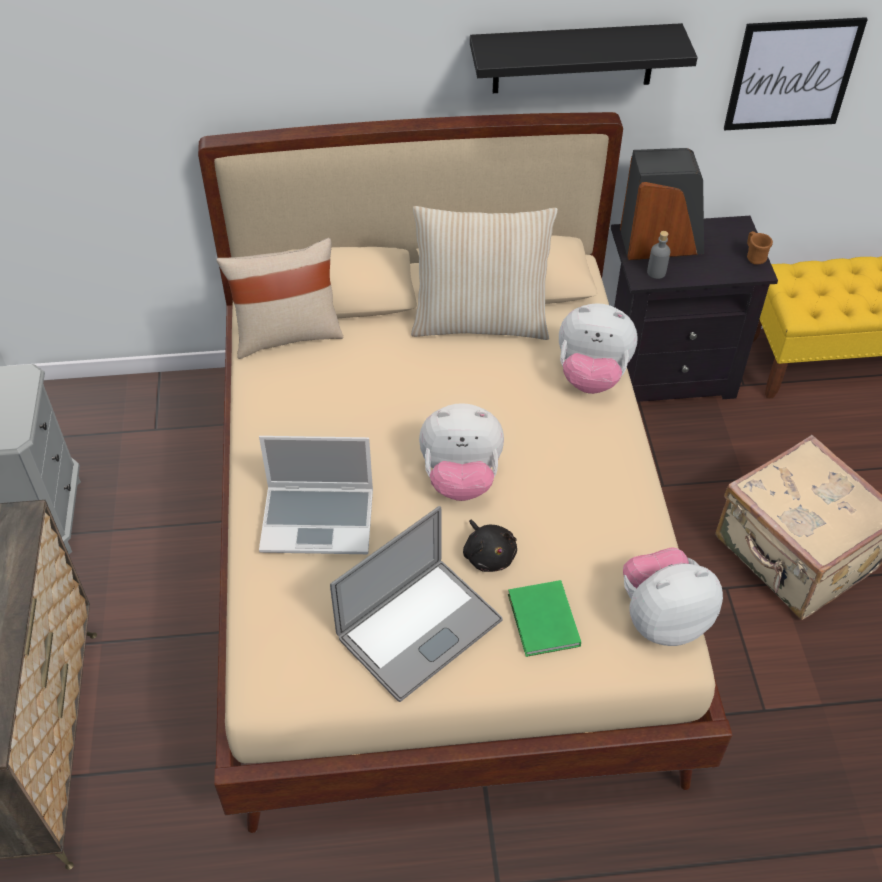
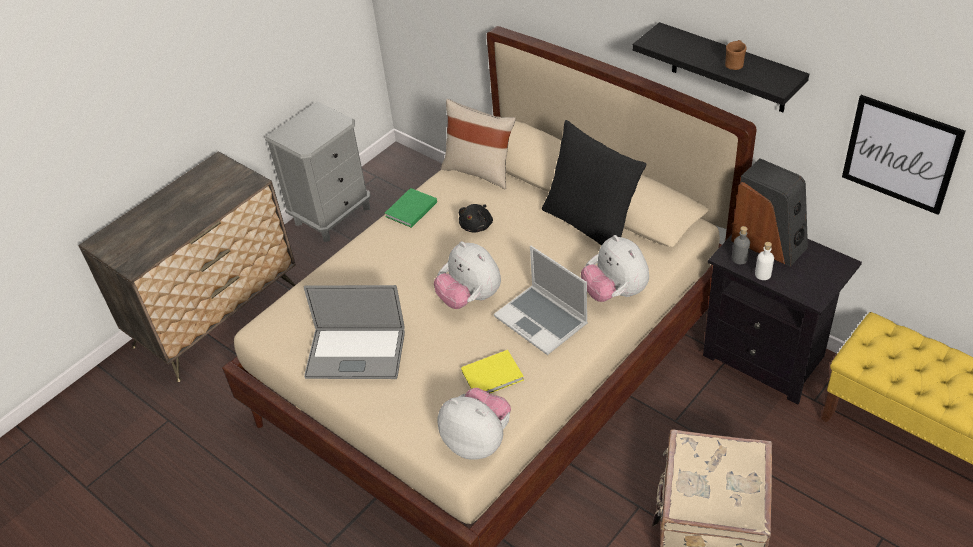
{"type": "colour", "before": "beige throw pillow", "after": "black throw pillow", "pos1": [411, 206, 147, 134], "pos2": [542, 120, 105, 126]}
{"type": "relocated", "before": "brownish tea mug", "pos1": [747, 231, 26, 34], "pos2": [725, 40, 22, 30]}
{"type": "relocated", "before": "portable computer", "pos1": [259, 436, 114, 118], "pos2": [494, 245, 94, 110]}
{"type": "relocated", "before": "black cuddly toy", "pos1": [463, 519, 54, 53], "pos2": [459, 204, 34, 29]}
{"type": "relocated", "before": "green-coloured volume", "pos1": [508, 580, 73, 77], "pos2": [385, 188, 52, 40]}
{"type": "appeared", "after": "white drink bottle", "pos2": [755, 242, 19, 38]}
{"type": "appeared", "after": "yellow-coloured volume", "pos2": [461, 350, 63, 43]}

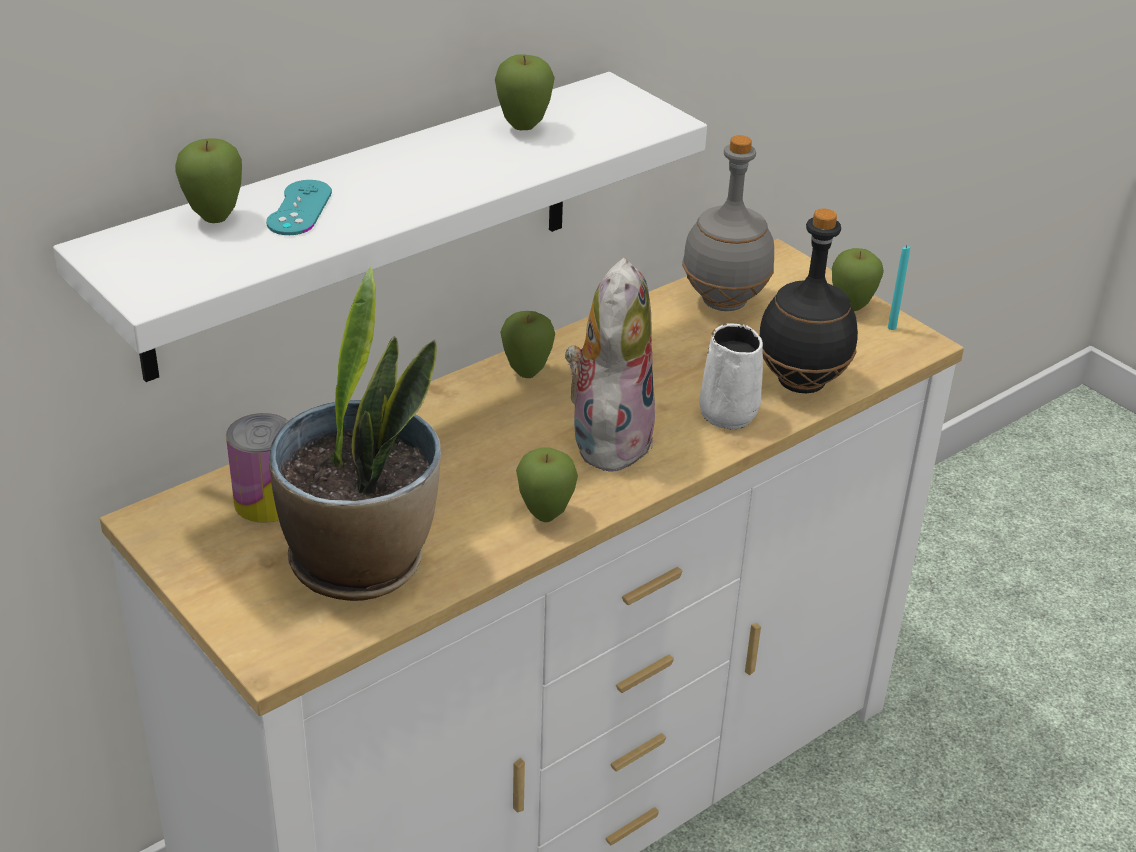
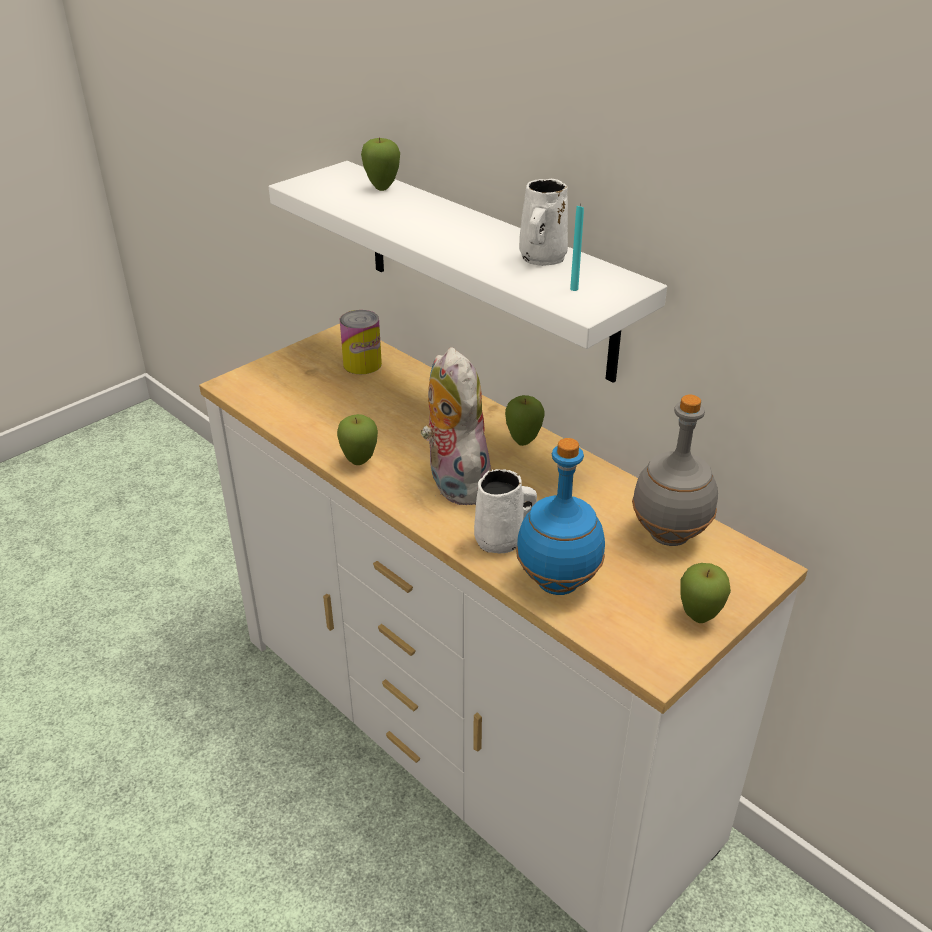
{"type": "exchanged", "before": "apple", "after": "white tea mug", "pos1": [495, 54, 60, 76], "pos2": [519, 179, 49, 87]}
{"type": "missing", "before": "turquoise game controller", "pos1": [266, 180, 66, 55]}
{"type": "colour", "before": "black drink bottle", "after": "blue drink bottle", "pos1": [759, 209, 99, 184], "pos2": [516, 438, 89, 157]}
{"type": "relocated", "before": "turquoise candle", "pos1": [888, 245, 22, 85], "pos2": [570, 204, 14, 87]}
{"type": "spun", "before": "cuddly toy", "pos1": [565, 258, 90, 217], "pos2": [421, 347, 70, 158], "turn": -120}
{"type": "missing", "before": "houseplant", "pos1": [269, 267, 172, 334]}

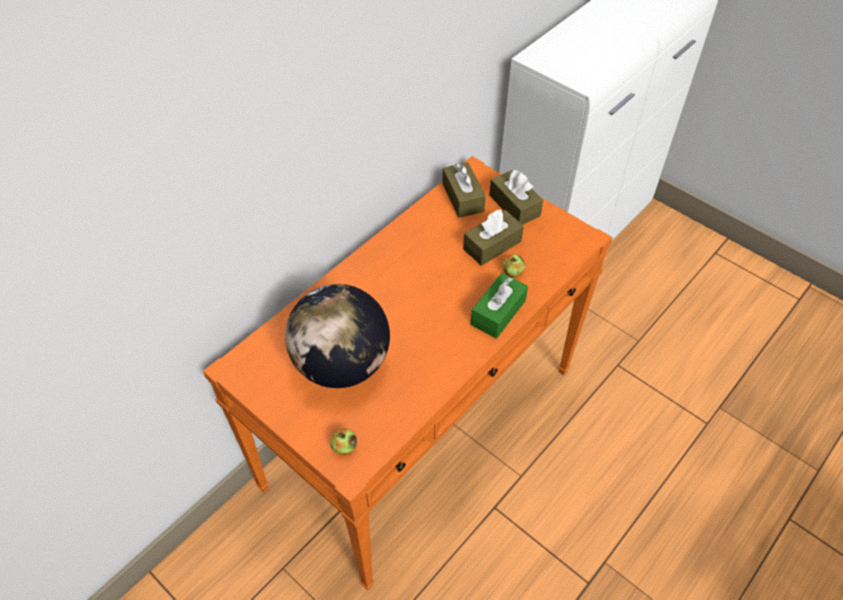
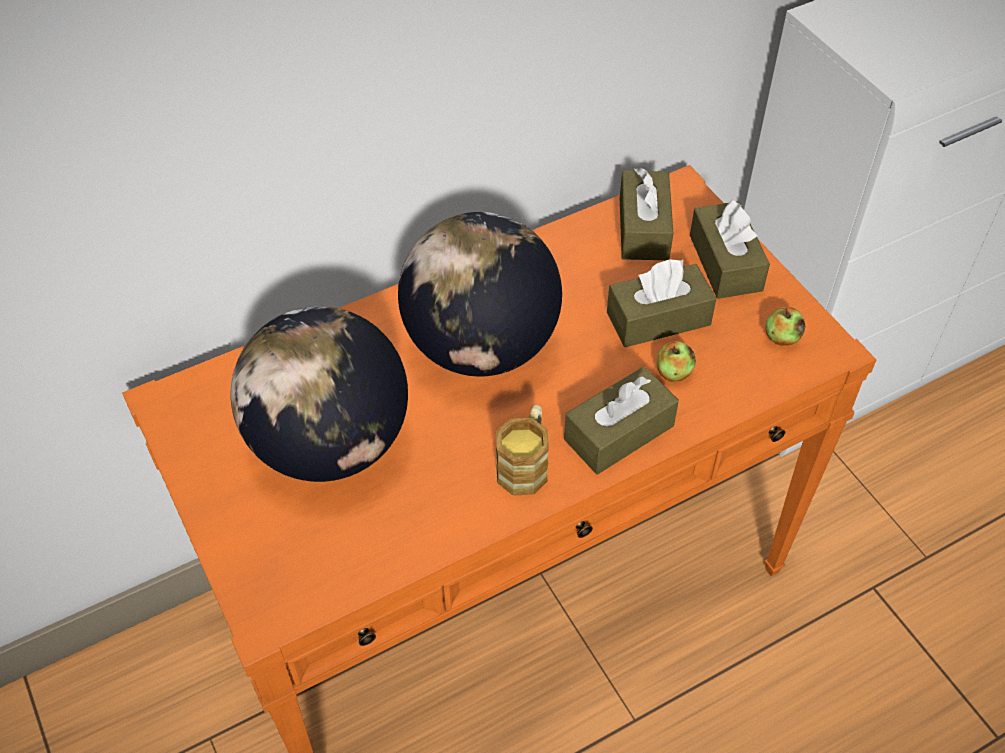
{"type": "colour", "before": "green-coloured box of tissues", "after": "brownish box of tissues", "pos1": [471, 273, 57, 65], "pos2": [564, 367, 115, 108]}
{"type": "relocated", "before": "apple", "pos1": [330, 428, 27, 27], "pos2": [765, 307, 40, 39]}
{"type": "appeared", "after": "globe", "pos2": [398, 212, 164, 164]}
{"type": "appeared", "after": "tea mug", "pos2": [496, 405, 53, 91]}

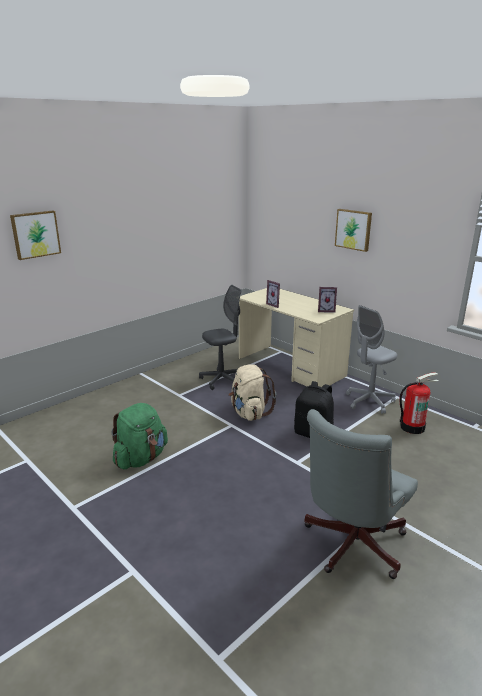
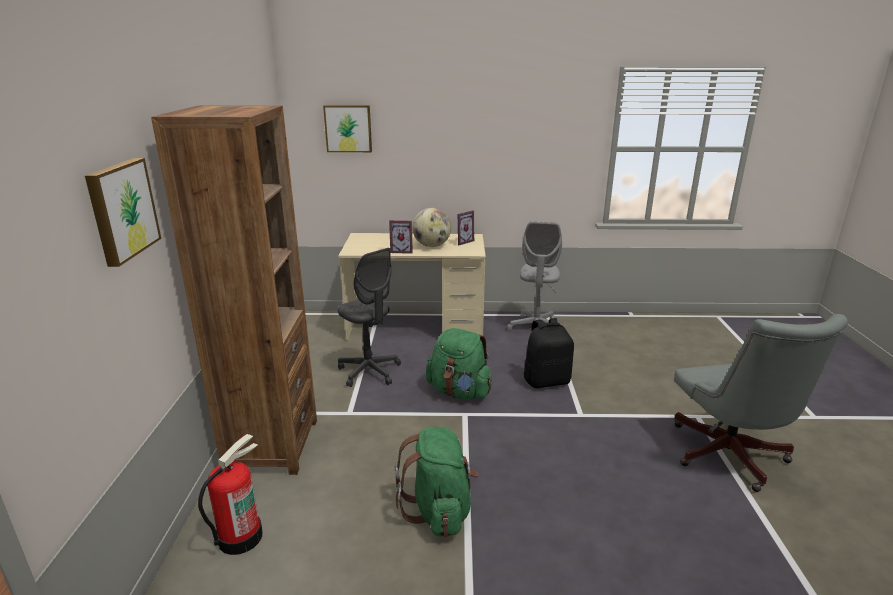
{"type": "relocated", "before": "picture", "pos1": [335, 209, 37, 43], "pos2": [323, 105, 49, 47]}
{"type": "spun", "before": "grey desk chair", "pos1": [199, 285, 42, 105], "pos2": [338, 248, 63, 139], "turn": 120}
{"type": "colour", "before": "beige rucksack", "after": "green-coloured rucksack", "pos1": [228, 364, 48, 57], "pos2": [426, 328, 66, 72]}
{"type": "relocated", "before": "fire extinguisher", "pos1": [400, 372, 38, 62], "pos2": [198, 434, 65, 121]}
{"type": "appeared", "after": "brownish bookcase", "pos2": [151, 105, 166, 370]}
{"type": "appeared", "after": "globe", "pos2": [412, 208, 39, 39]}

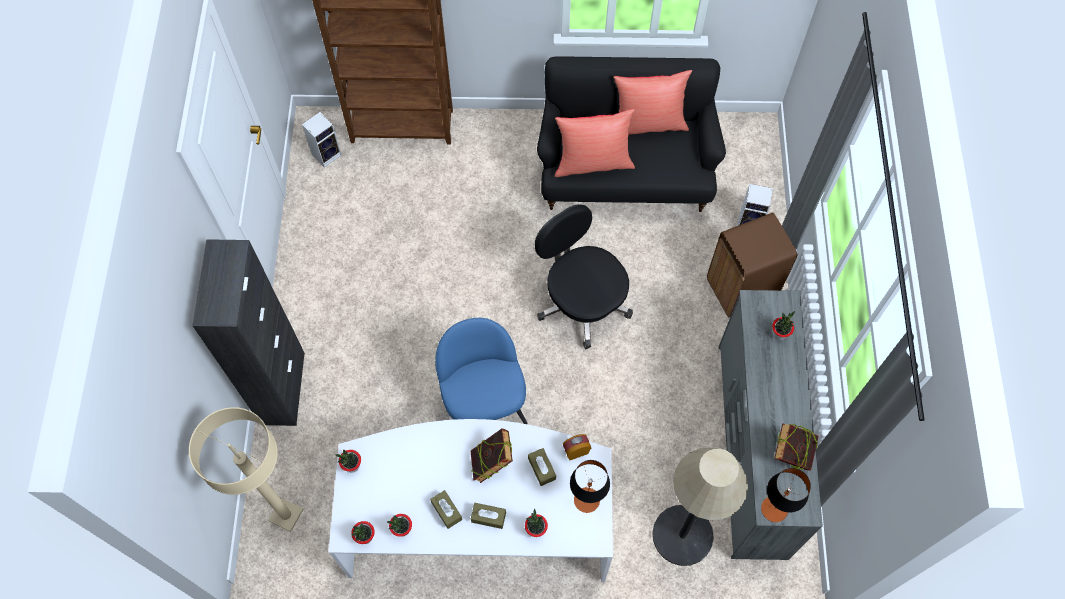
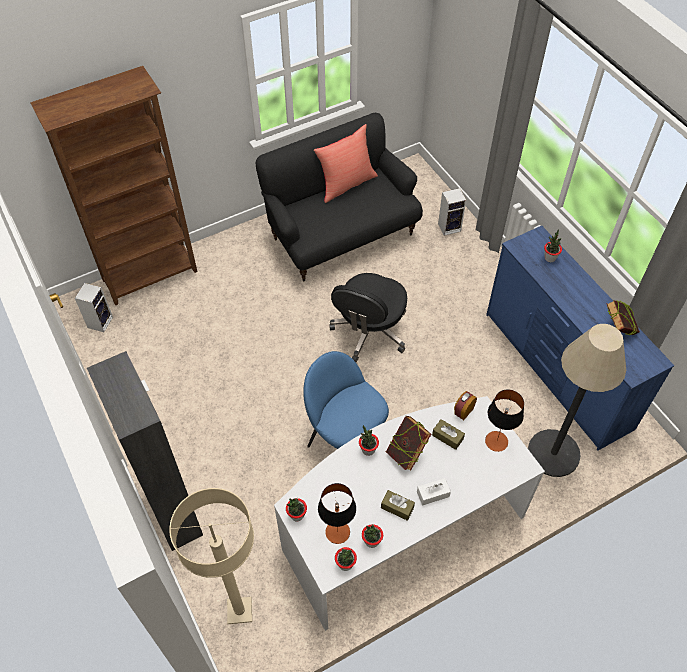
{"type": "missing", "before": "reddish throw pillow", "pos1": [555, 109, 80, 68]}
{"type": "spun", "before": "black desk chair", "pos1": [535, 204, 98, 145], "pos2": [329, 273, 78, 89], "turn": -90}
{"type": "missing", "before": "brownish rubbish bin", "pos1": [707, 213, 90, 104]}
{"type": "colour", "before": "grey chest of drawers", "after": "blue chest of drawers", "pos1": [718, 290, 105, 270], "pos2": [486, 226, 188, 225]}
{"type": "relocated", "before": "lamp for a table", "pos1": [761, 468, 50, 54], "pos2": [318, 483, 38, 61]}
{"type": "colour", "before": "brownish box of tissues", "after": "white box of tissues", "pos1": [471, 503, 35, 26], "pos2": [417, 478, 34, 27]}
{"type": "relocated", "before": "houseplant", "pos1": [525, 509, 23, 28], "pos2": [359, 425, 20, 31]}

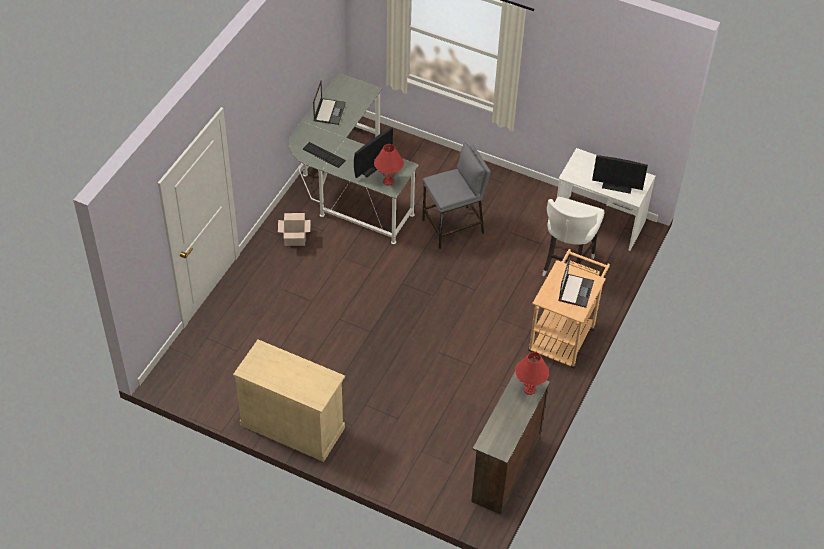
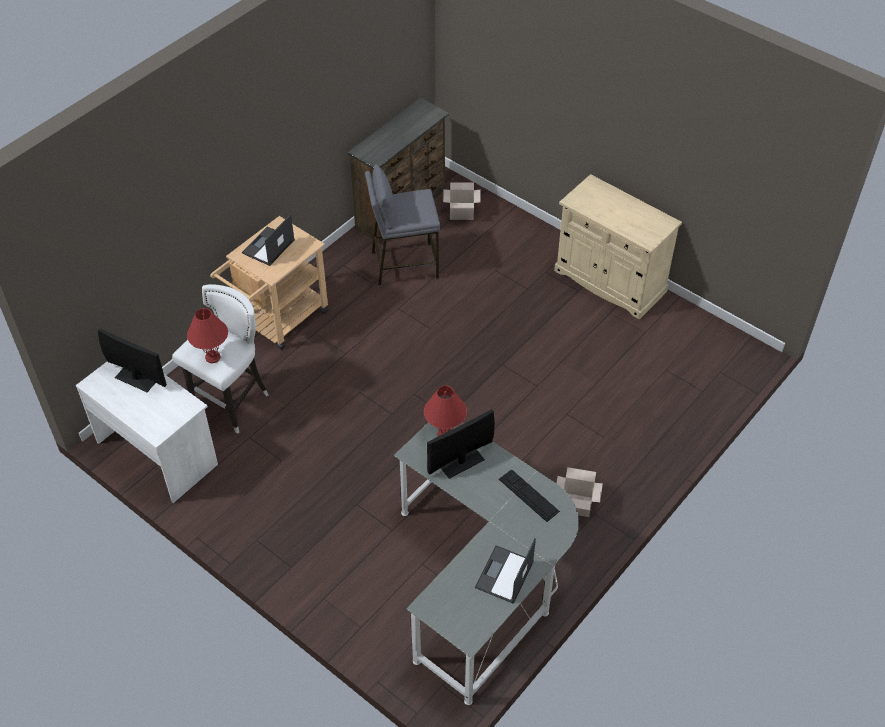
{"type": "relocated", "before": "grey stool seat", "pos1": [422, 142, 69, 107], "pos2": [365, 164, 75, 121]}
{"type": "relocated", "before": "reddish lamp for a table", "pos1": [515, 352, 34, 43], "pos2": [187, 308, 41, 55]}
{"type": "appeared", "after": "cardboard box", "pos2": [443, 182, 38, 38]}

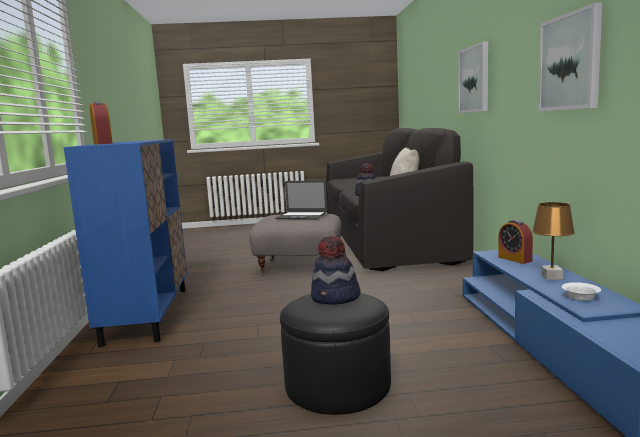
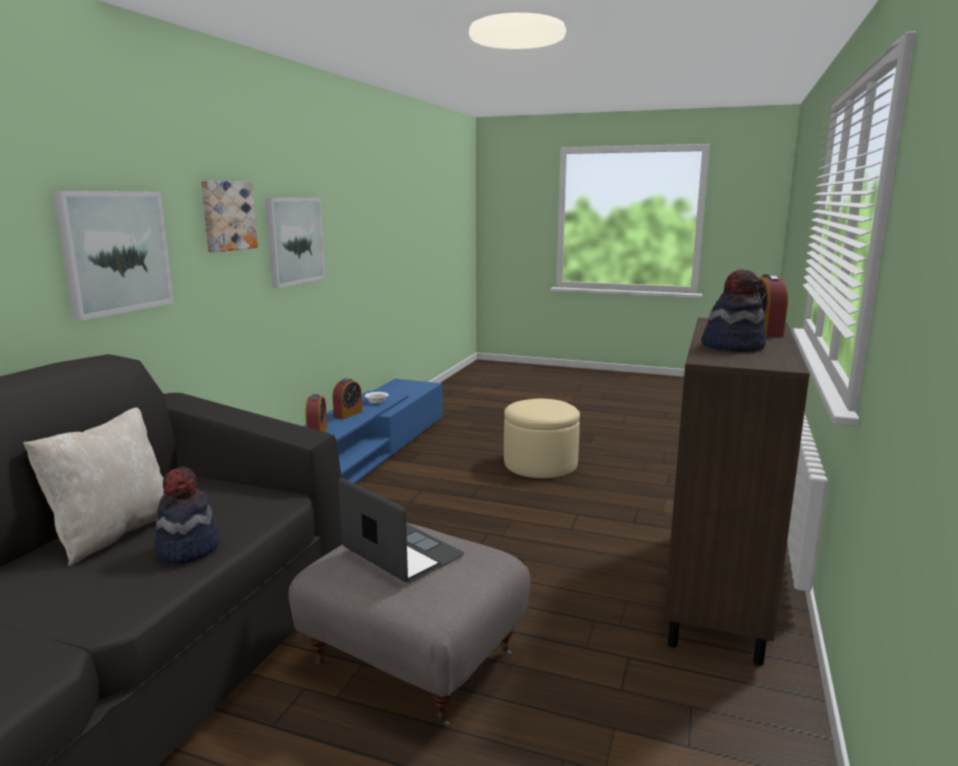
{"type": "colour", "before": "blue cupboard", "after": "brownish cupboard", "pos1": [64, 139, 123, 208], "pos2": [664, 317, 146, 349]}
{"type": "exchanged", "before": "brownish lamp for a table", "after": "table clock", "pos1": [532, 202, 43, 78], "pos2": [333, 378, 29, 41]}
{"type": "relocated", "before": "hat", "pos1": [311, 236, 50, 69], "pos2": [701, 269, 65, 83]}
{"type": "colour", "before": "black footrest", "after": "beige footrest", "pos1": [280, 293, 111, 122], "pos2": [504, 399, 76, 79]}
{"type": "appeared", "after": "picture", "pos2": [201, 181, 57, 71]}

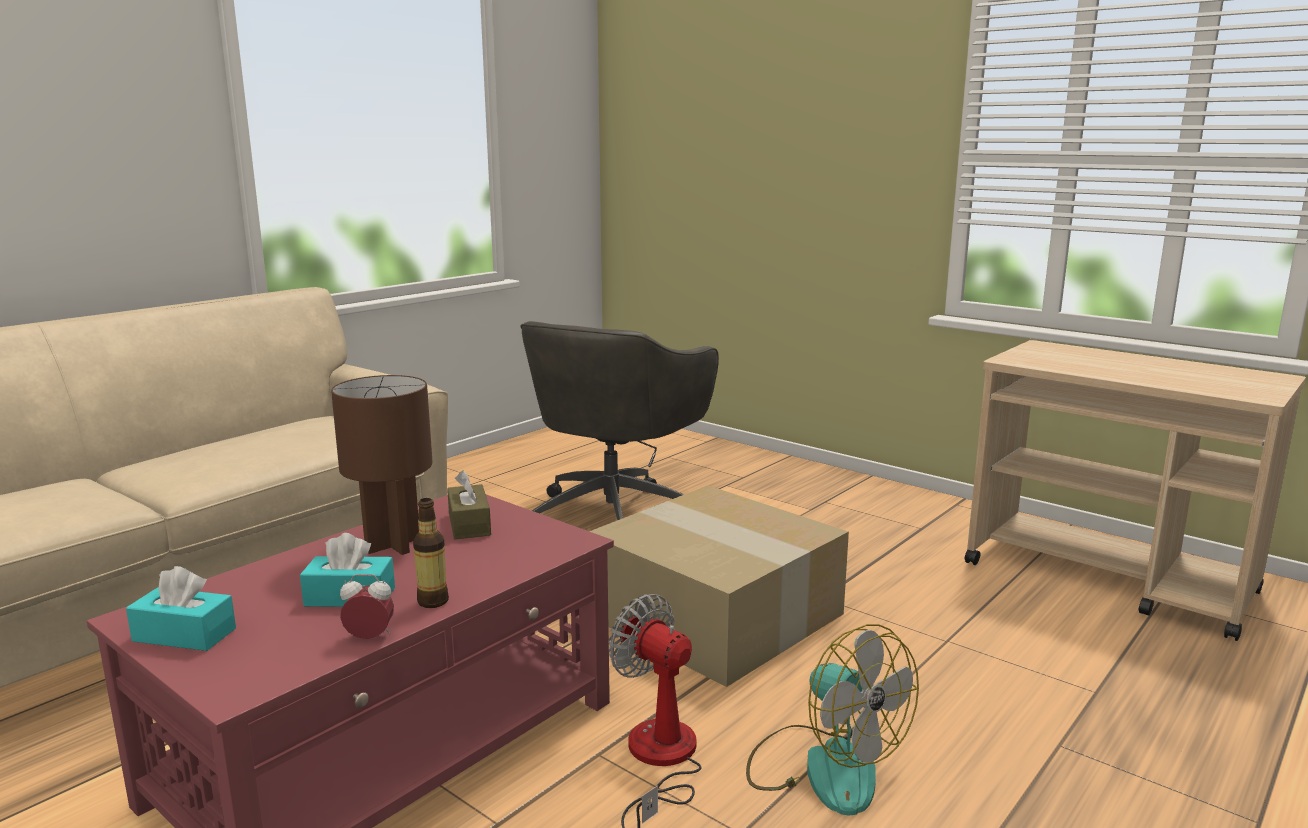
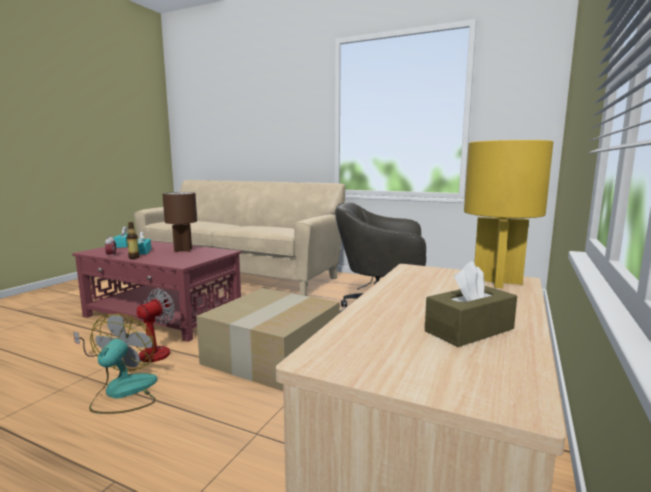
{"type": "relocated", "before": "brownish box of tissues", "pos1": [447, 470, 44, 69], "pos2": [425, 261, 92, 86]}
{"type": "spun", "before": "fan", "pos1": [746, 624, 173, 191], "pos2": [89, 314, 69, 100], "turn": 150}
{"type": "appeared", "after": "yellow-coloured lamp for a table", "pos2": [464, 140, 89, 148]}

